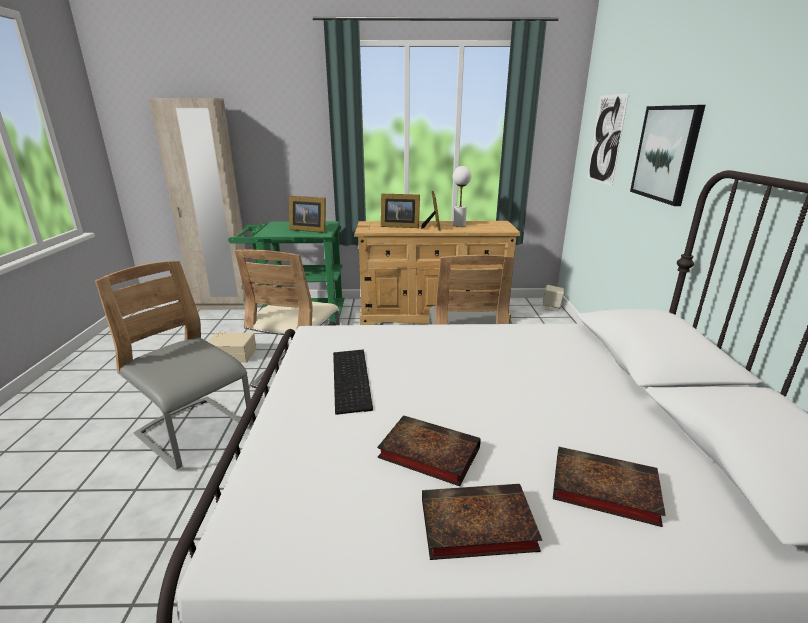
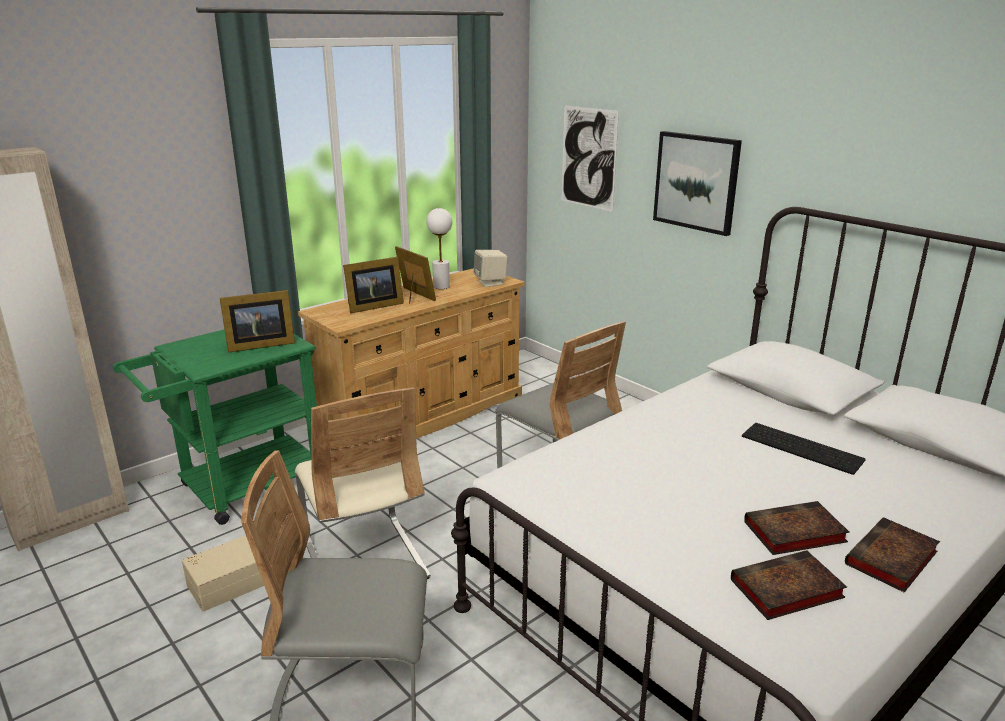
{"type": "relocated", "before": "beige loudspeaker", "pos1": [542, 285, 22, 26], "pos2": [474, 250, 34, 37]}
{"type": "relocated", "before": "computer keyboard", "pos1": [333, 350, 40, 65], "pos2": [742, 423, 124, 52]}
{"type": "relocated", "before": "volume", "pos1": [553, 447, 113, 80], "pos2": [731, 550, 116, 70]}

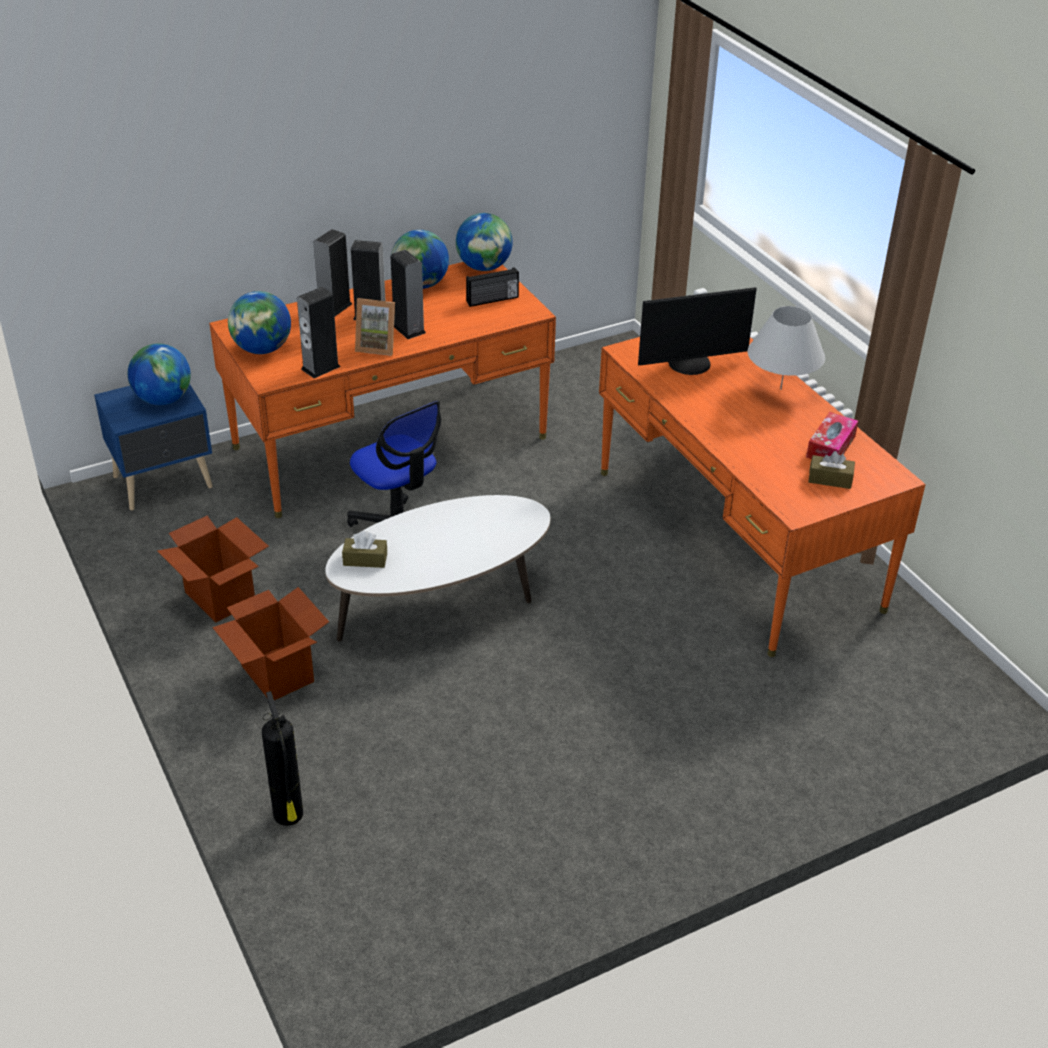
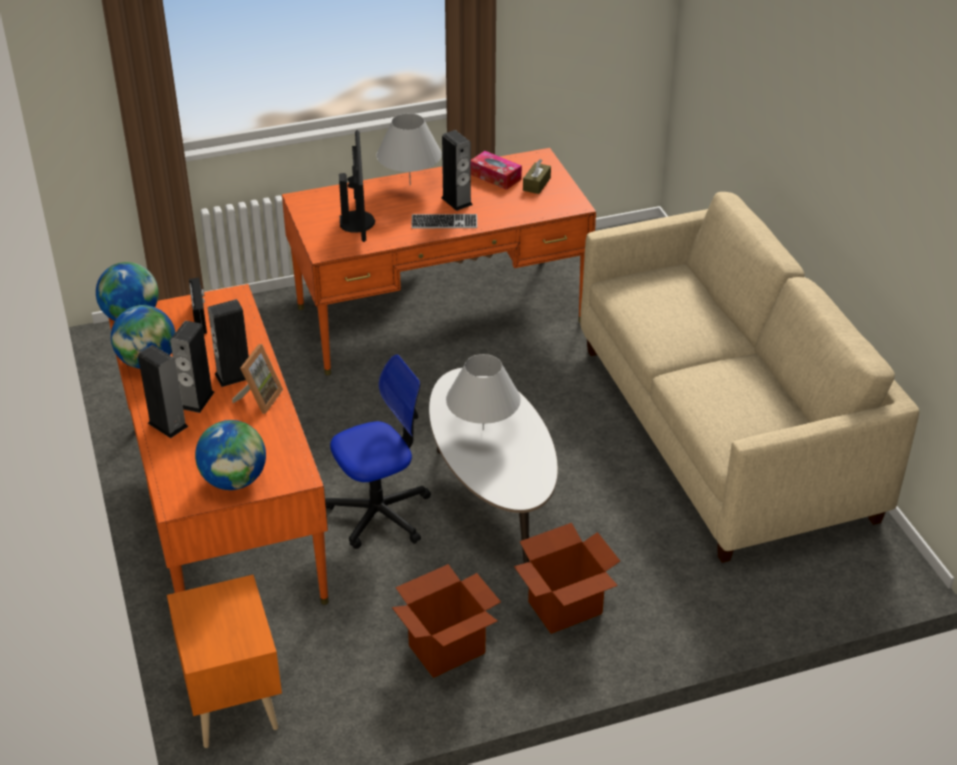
{"type": "relocated", "before": "loudspeaker", "pos1": [297, 287, 44, 91], "pos2": [441, 130, 32, 81]}
{"type": "missing", "before": "globe", "pos1": [128, 344, 63, 61]}
{"type": "colour", "before": "blue nightstand", "after": "orange-coloured nightstand", "pos1": [94, 384, 119, 126], "pos2": [167, 575, 115, 173]}
{"type": "missing", "before": "brownish box of tissues", "pos1": [342, 531, 45, 37]}
{"type": "missing", "before": "fire extinguisher", "pos1": [262, 691, 41, 135]}
{"type": "appeared", "after": "beige couch", "pos2": [580, 192, 339, 371]}
{"type": "appeared", "after": "computer keyboard", "pos2": [411, 214, 66, 14]}
{"type": "appeared", "after": "white lamp for a table", "pos2": [446, 354, 75, 76]}

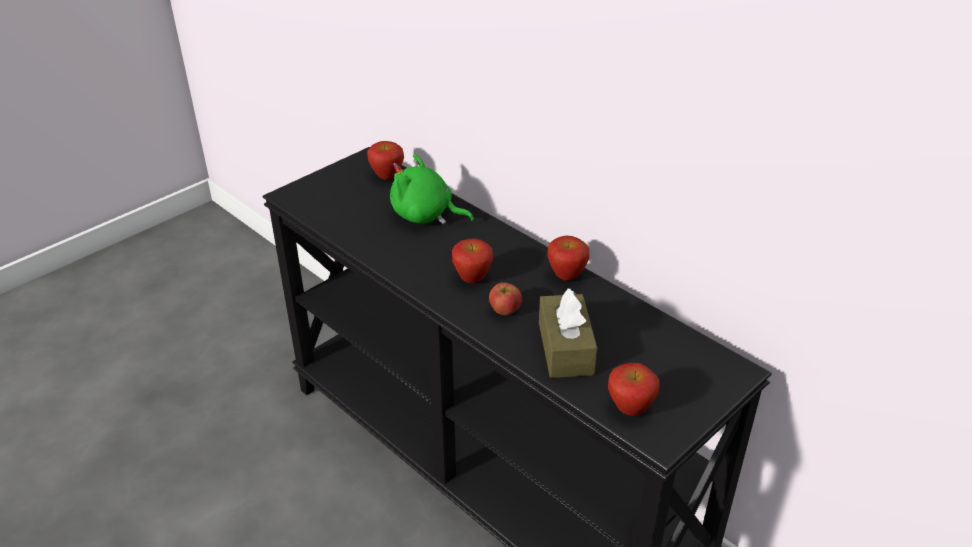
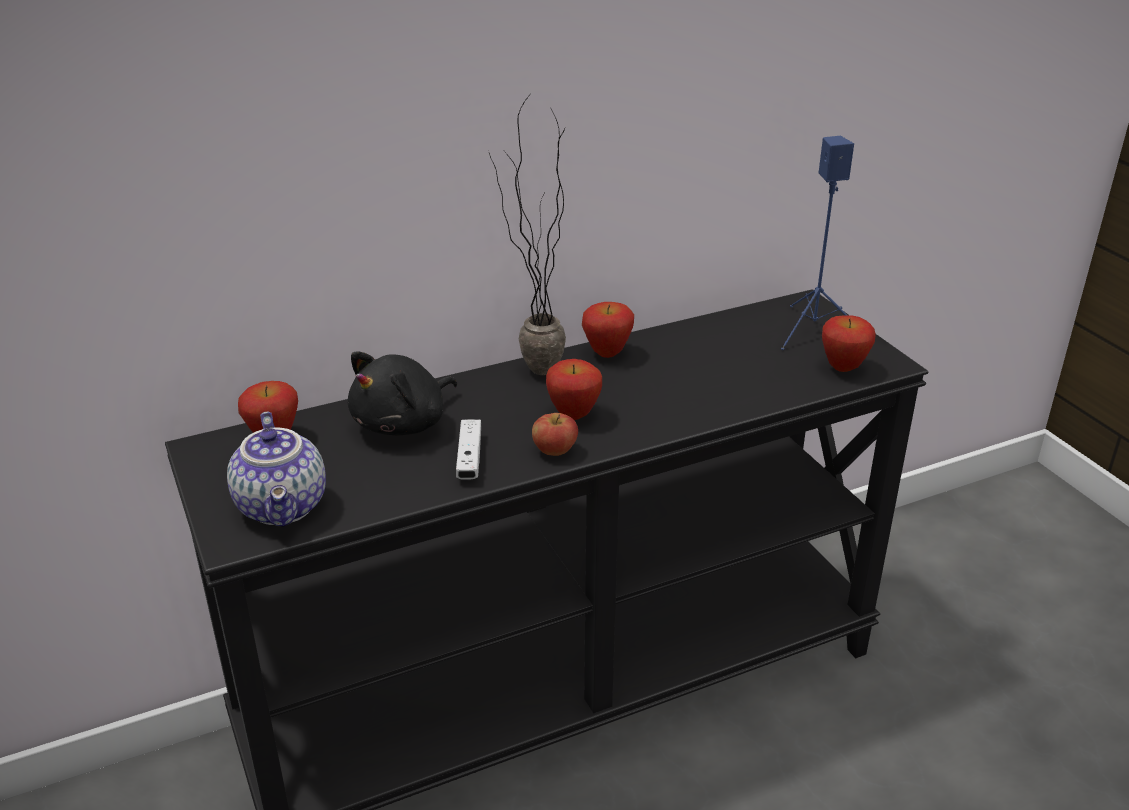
{"type": "colour", "before": "green-coloured cuddly toy", "after": "black cuddly toy", "pos1": [390, 154, 84, 70], "pos2": [348, 351, 109, 85]}
{"type": "relocated", "before": "apple", "pos1": [489, 282, 33, 34], "pos2": [532, 413, 46, 43]}
{"type": "missing", "before": "brownish box of tissues", "pos1": [539, 288, 58, 90]}
{"type": "appeared", "after": "houseplant", "pos2": [488, 96, 78, 279]}
{"type": "appeared", "after": "blue loudspeaker", "pos2": [781, 136, 73, 214]}
{"type": "appeared", "after": "tea pot", "pos2": [227, 412, 99, 115]}
{"type": "appeared", "after": "white game controller", "pos2": [456, 419, 25, 61]}

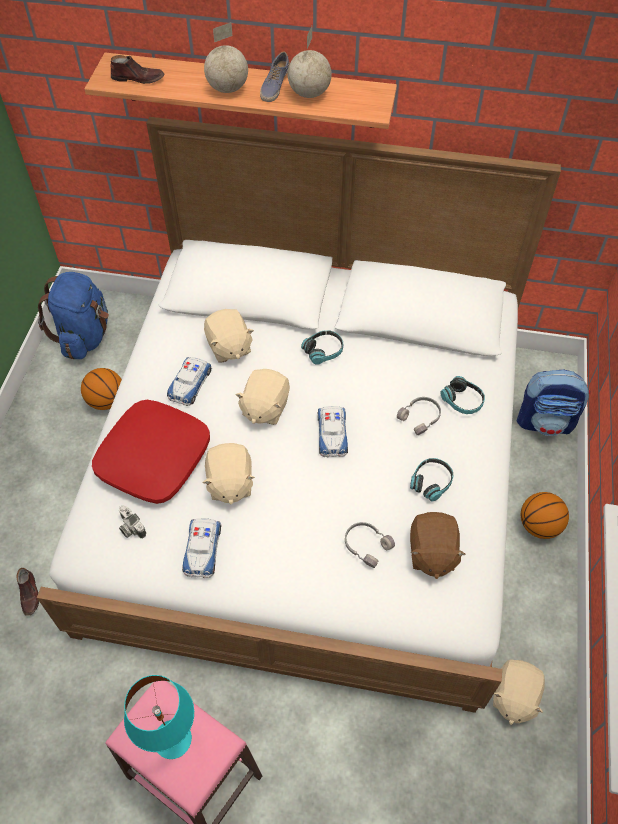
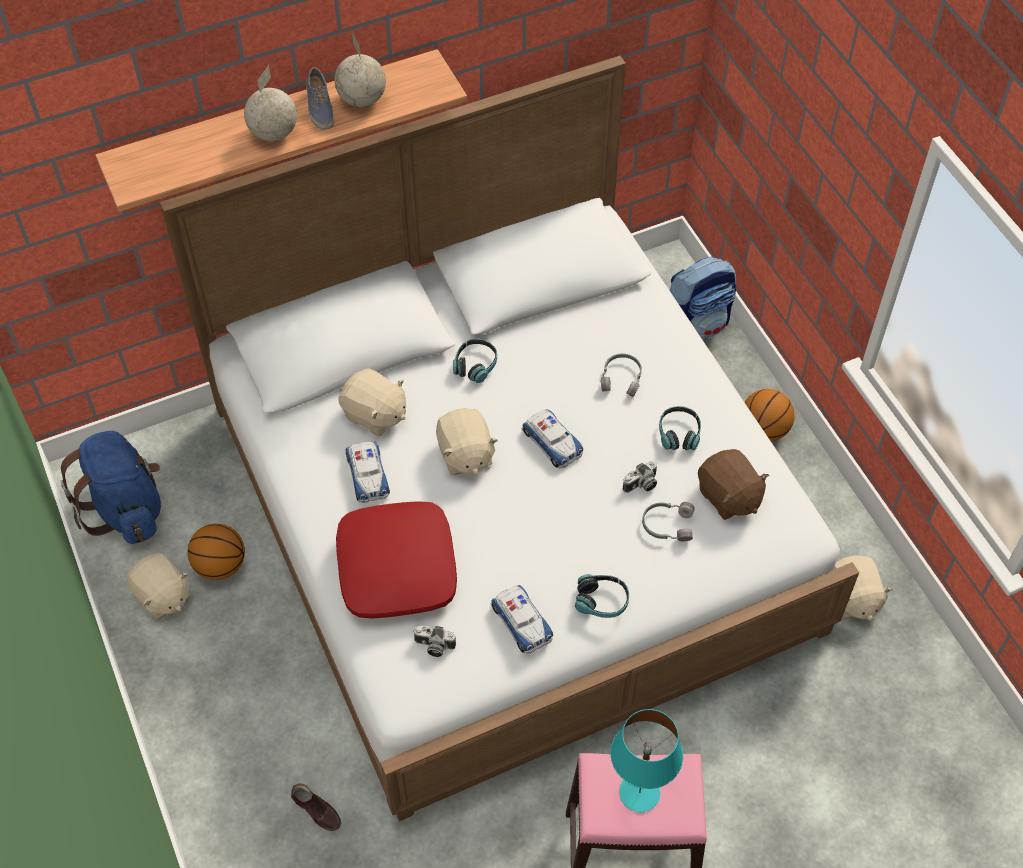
{"type": "missing", "before": "brownish low shoe", "pos1": [111, 55, 54, 29]}
{"type": "relocated", "before": "pair of headphones", "pos1": [440, 376, 45, 38], "pos2": [575, 574, 54, 44]}
{"type": "relocated", "before": "beige cuddly toy", "pos1": [203, 443, 52, 62], "pos2": [127, 553, 63, 66]}
{"type": "appeared", "after": "still camera", "pos2": [623, 461, 34, 32]}

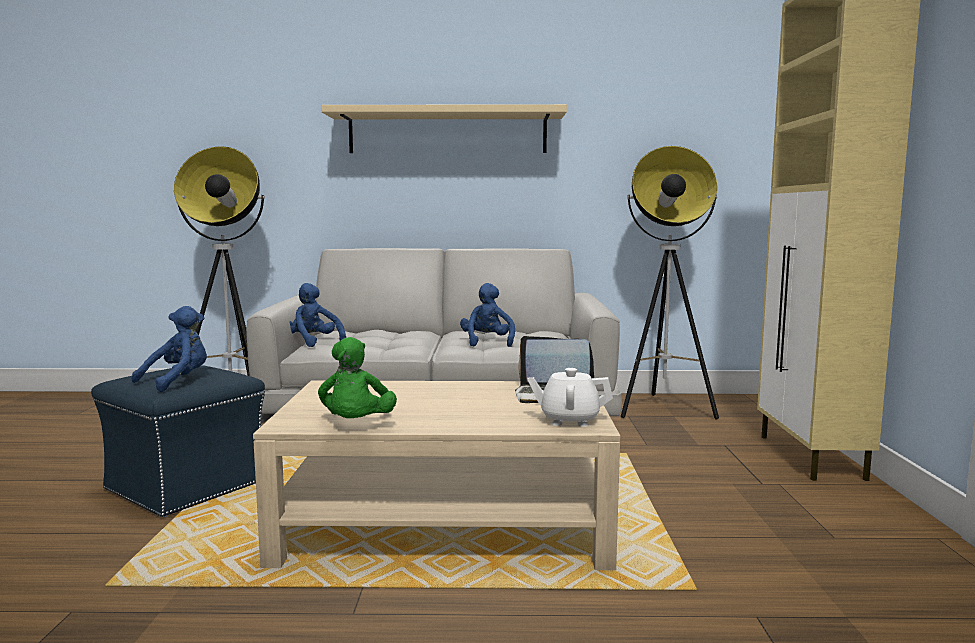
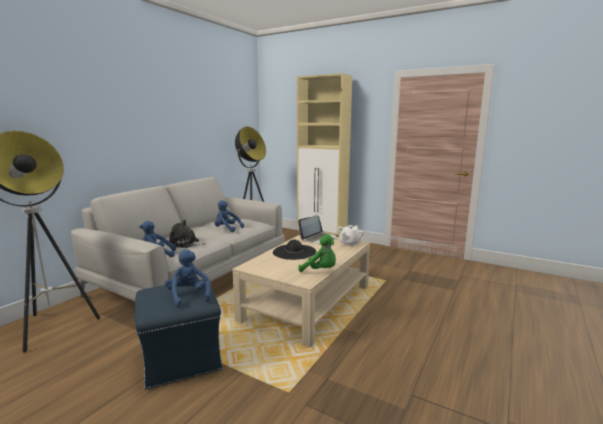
{"type": "missing", "before": "beige shelf", "pos1": [321, 104, 246, 49]}
{"type": "appeared", "after": "cuddly toy", "pos2": [169, 220, 36, 28]}
{"type": "appeared", "after": "black hat", "pos2": [273, 240, 43, 20]}

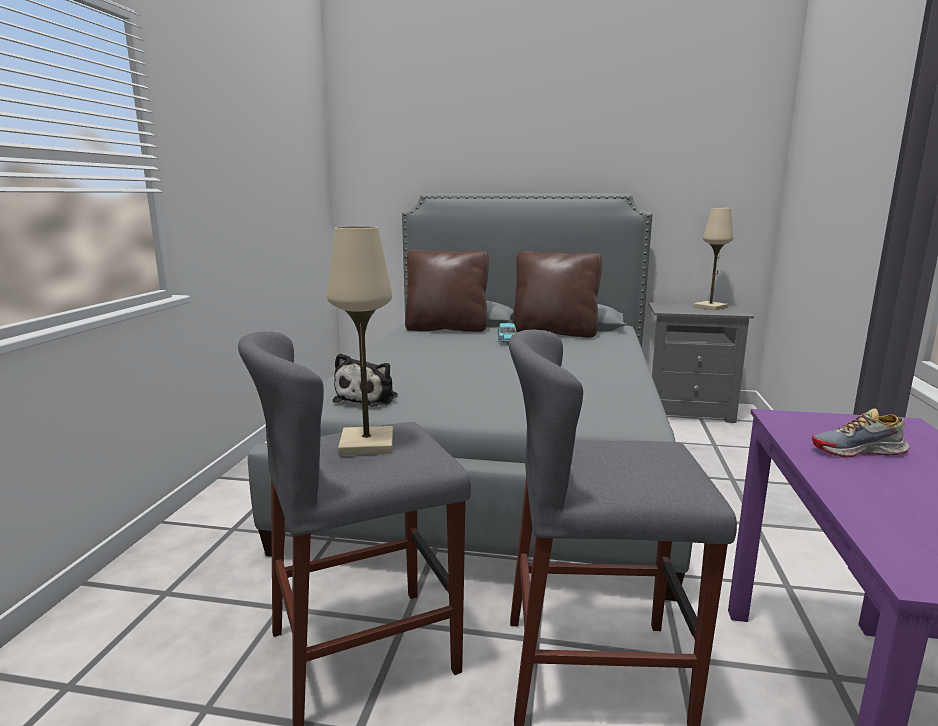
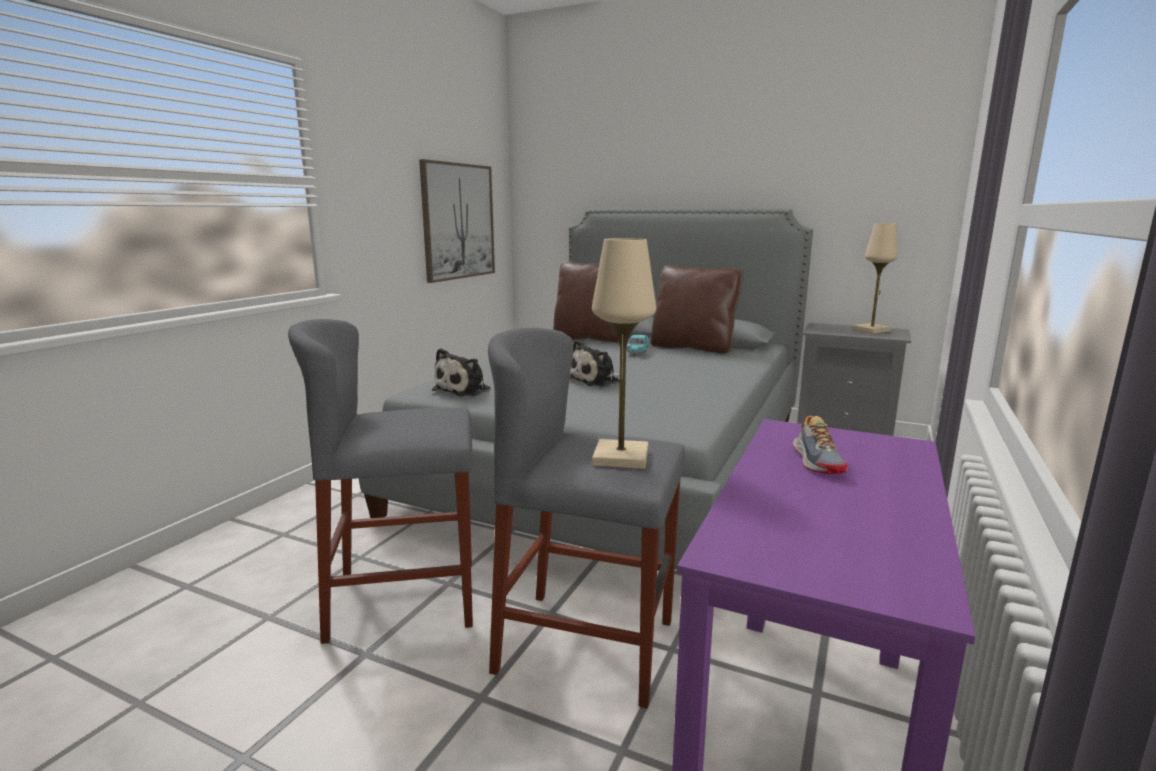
{"type": "relocated", "before": "beige lamp for a table", "pos1": [327, 226, 66, 230], "pos2": [592, 238, 64, 231]}
{"type": "spun", "before": "low shoe", "pos1": [812, 408, 98, 50], "pos2": [793, 416, 55, 58], "turn": -105}
{"type": "appeared", "after": "picture", "pos2": [419, 159, 76, 124]}
{"type": "appeared", "after": "cuddly toy", "pos2": [569, 340, 51, 47]}

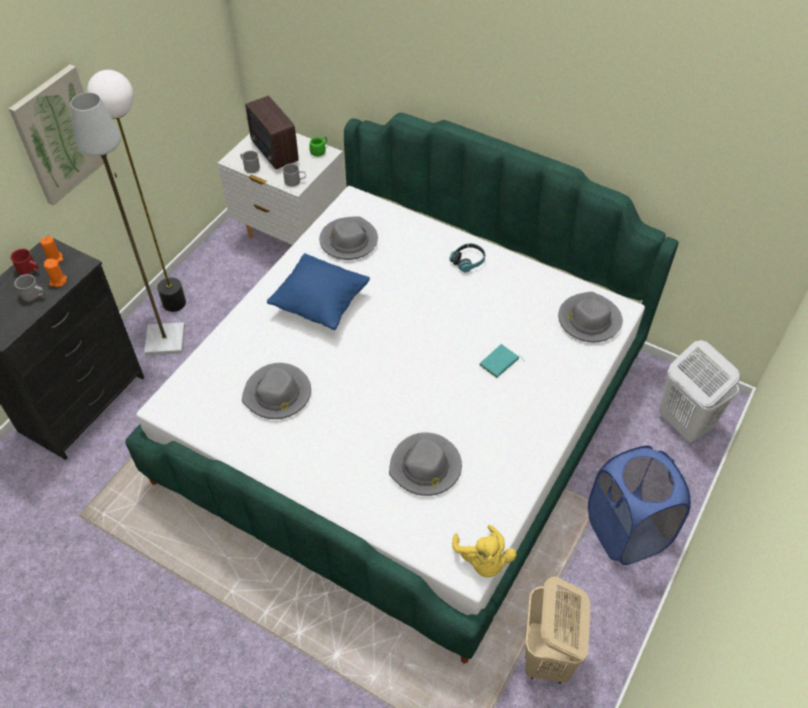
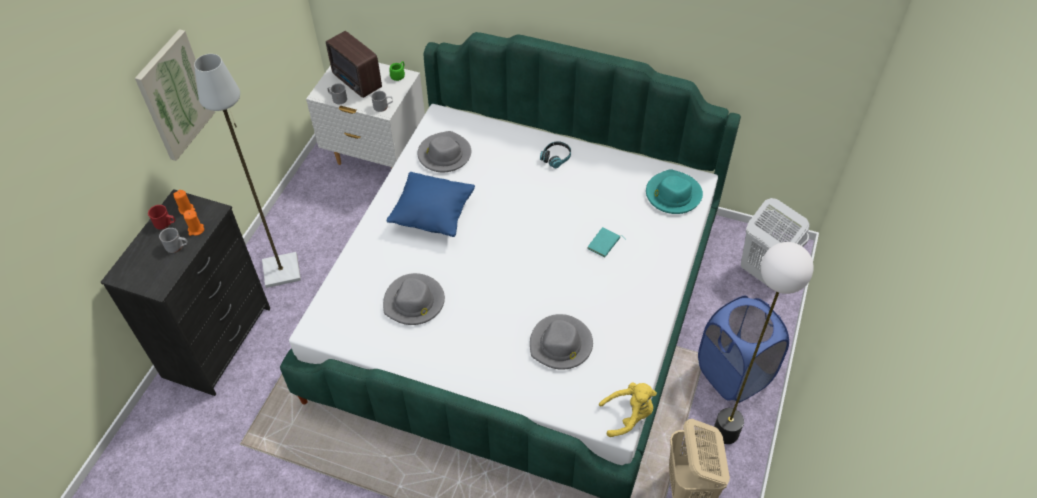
{"type": "relocated", "before": "floor lamp", "pos1": [87, 70, 99, 242], "pos2": [714, 242, 100, 202]}
{"type": "colour", "before": "grey hat", "after": "turquoise hat", "pos1": [558, 292, 65, 50], "pos2": [646, 169, 57, 45]}
{"type": "spun", "before": "yellow-coloured cuddly toy", "pos1": [452, 525, 65, 52], "pos2": [599, 382, 58, 55], "turn": -75}

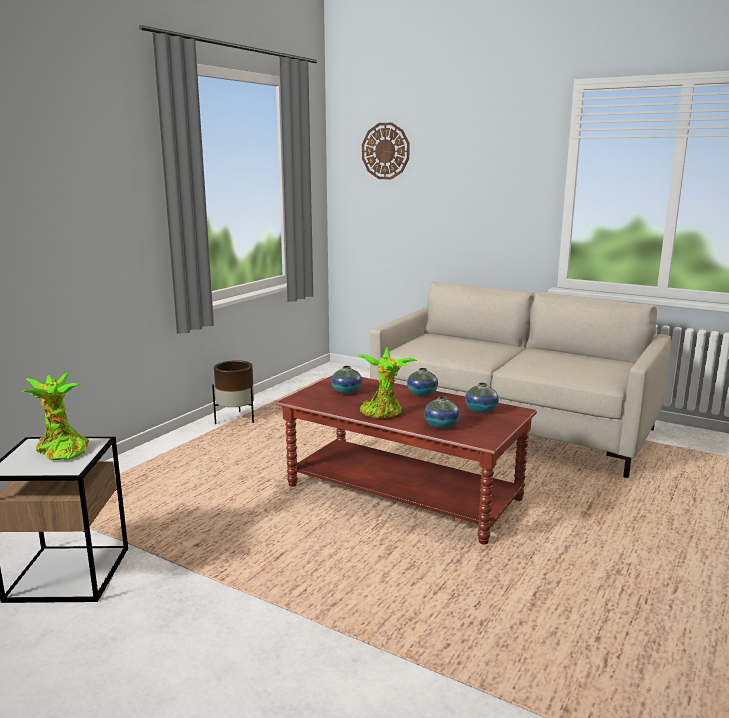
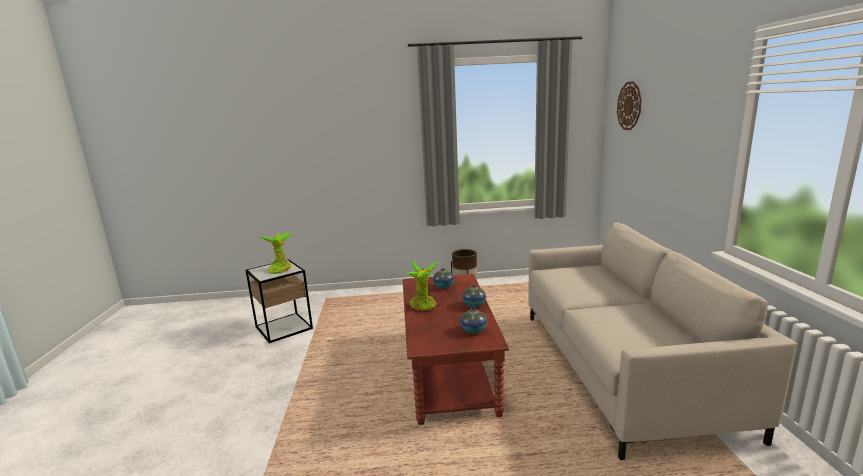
{"type": "missing", "before": "vase", "pos1": [424, 396, 36, 33]}

